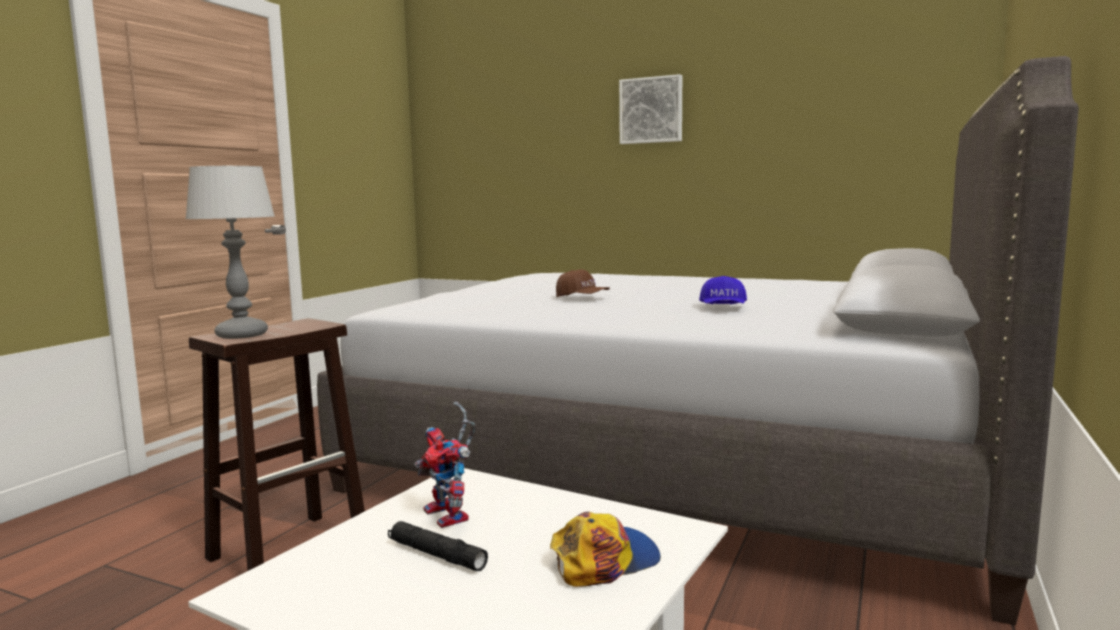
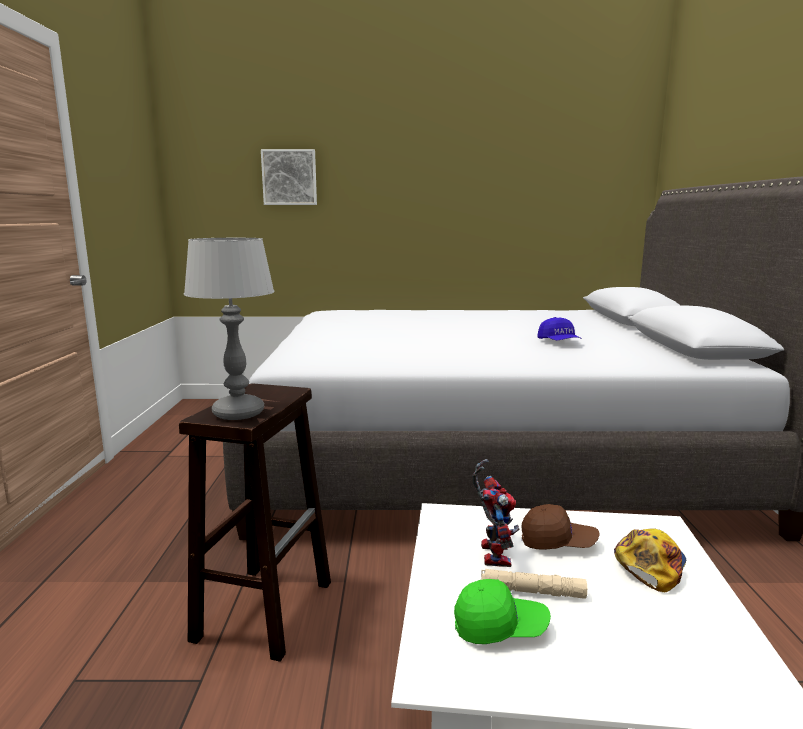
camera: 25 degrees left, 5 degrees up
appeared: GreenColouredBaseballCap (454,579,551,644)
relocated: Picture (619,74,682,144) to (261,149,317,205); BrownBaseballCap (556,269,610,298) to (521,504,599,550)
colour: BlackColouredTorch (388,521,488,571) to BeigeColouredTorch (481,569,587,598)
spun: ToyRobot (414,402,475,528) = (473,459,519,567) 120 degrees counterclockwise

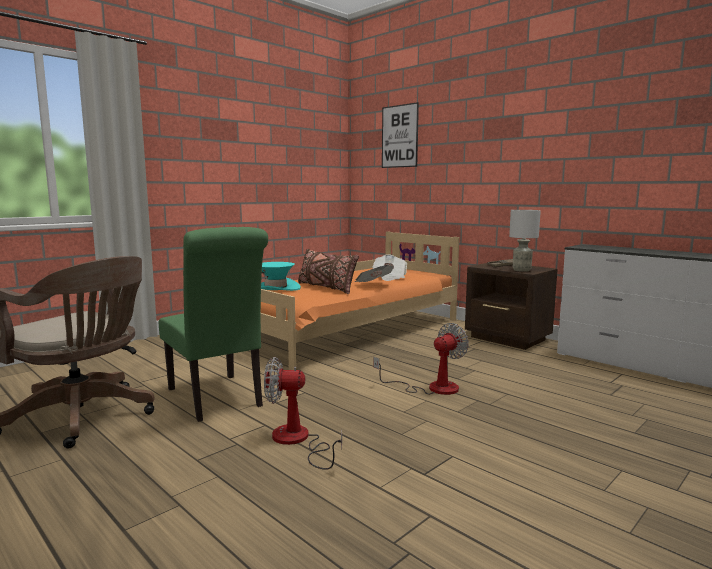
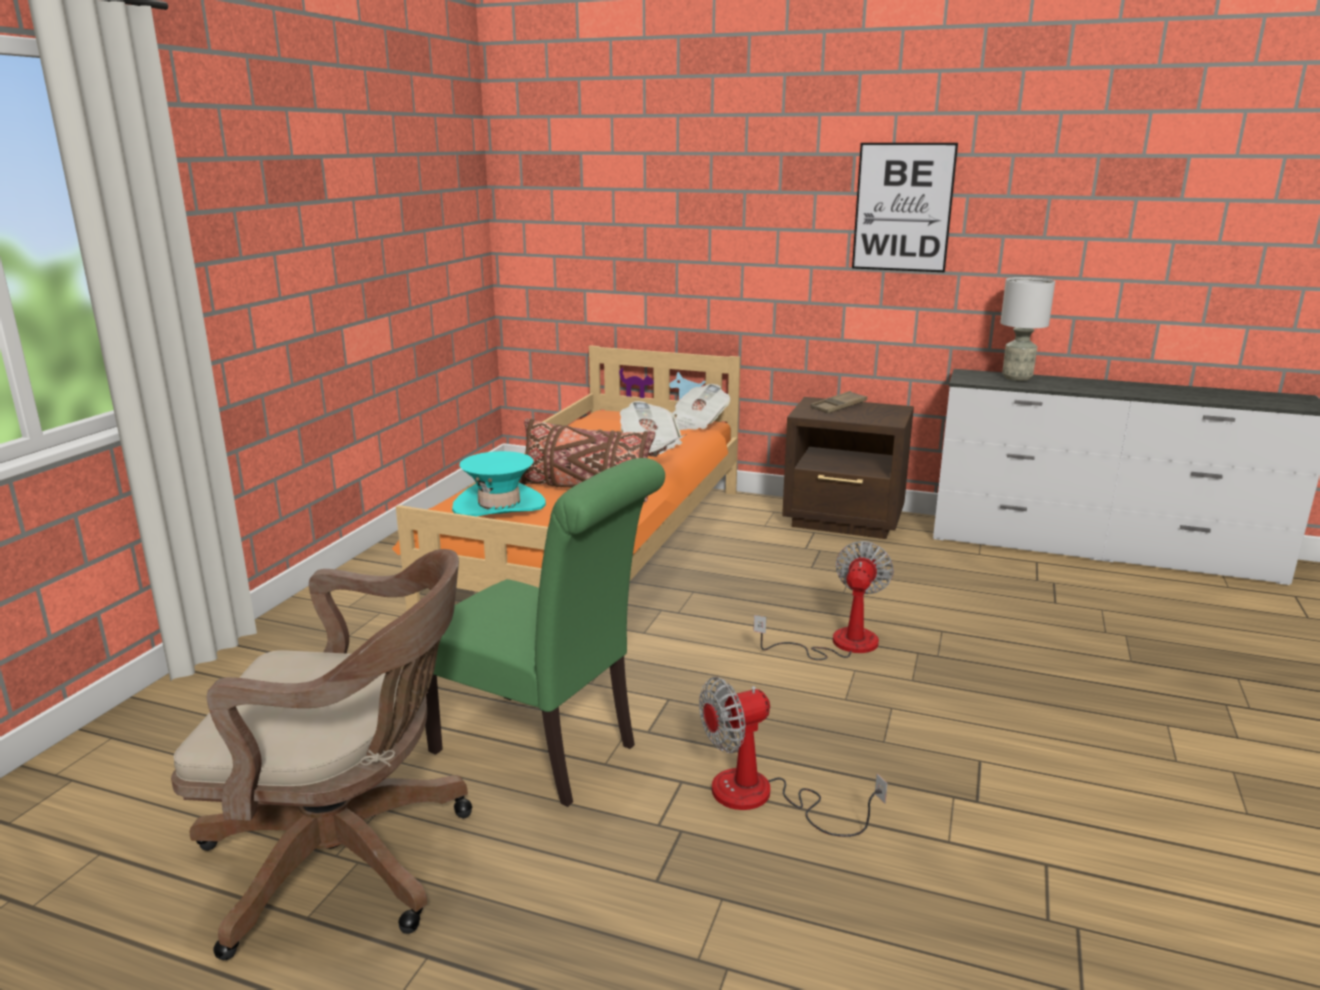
camera: 25 degrees left, 10 degrees up
appeared: Newspaper (673,384,730,430)
relocated: Picture (382,102,419,168) to (852,143,958,272); GrayLampForATable (509,210,541,272) to (1000,277,1055,381)

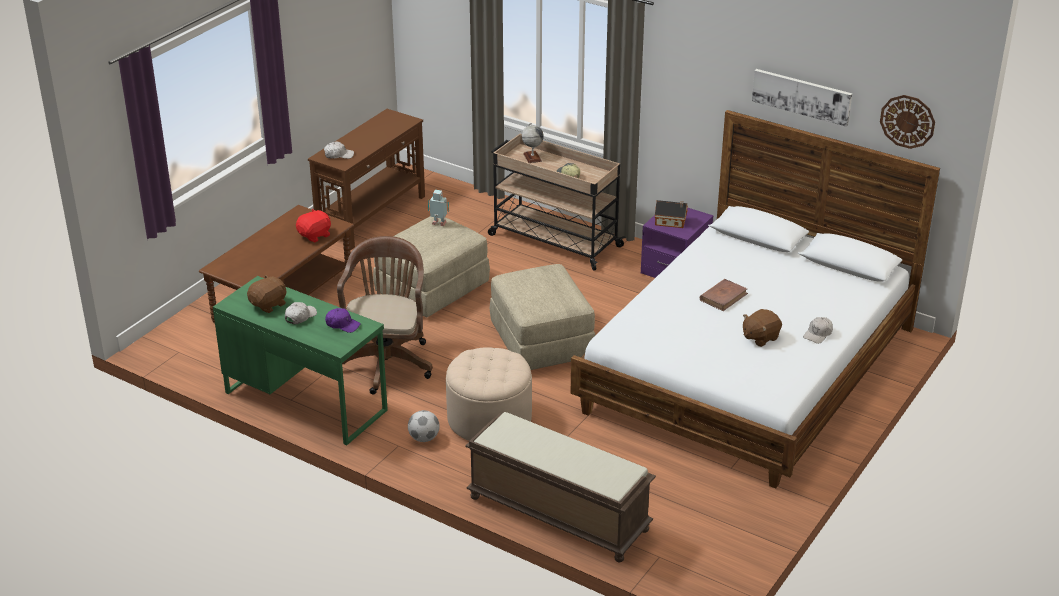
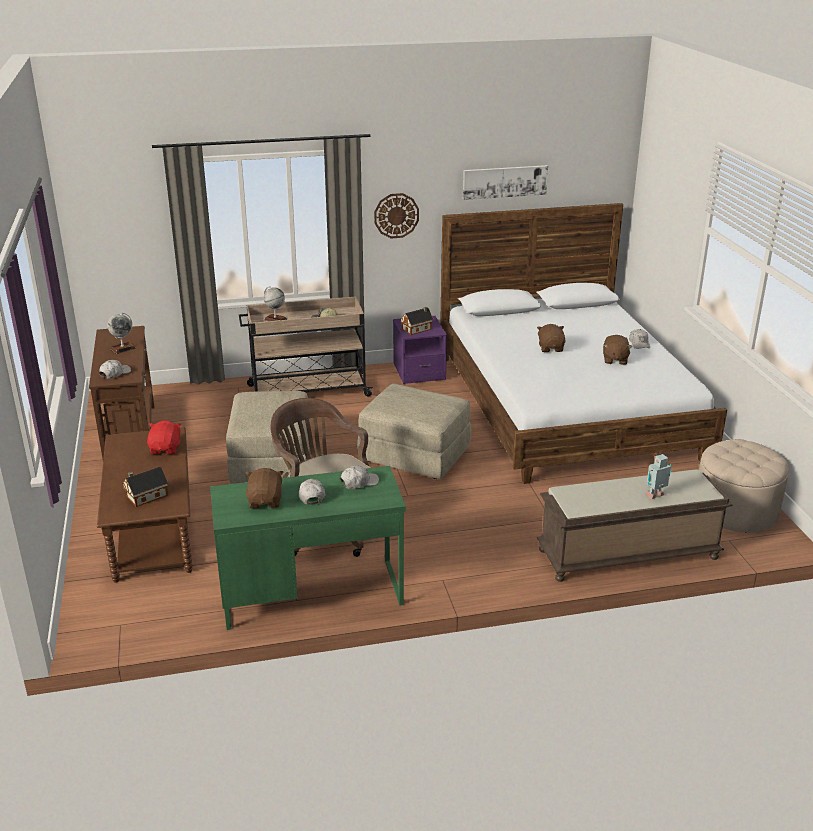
camera: 45 degrees left, 5 degrees down
missing: BallForFootball (408,410,440,442)
appeared: DeskGlobe (107,313,136,354); ToyHouse (122,466,168,507)
relocated: ClockOnTheWall (880,95,935,149) to (374,193,419,239); ToyRobot (428,190,449,226) to (646,454,671,499); BeigeColouredPouffe (446,347,532,441) to (699,439,789,533)
exchanged: BrownBook (700,279,748,311) to BrownSoftToy (537,324,566,352)
colour: PurplishBaseballCap (325,308,361,333) to WhiteBaseballCap (340,465,379,489)

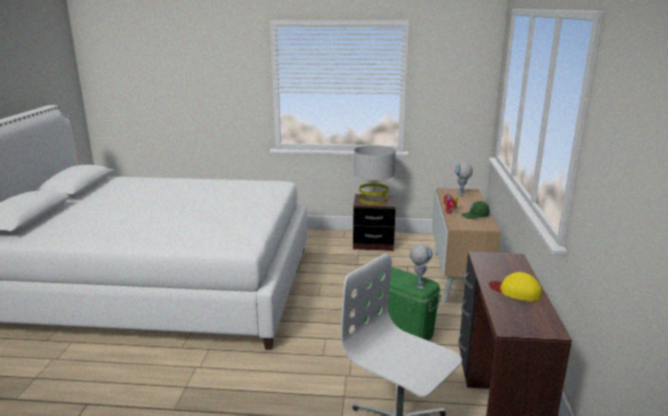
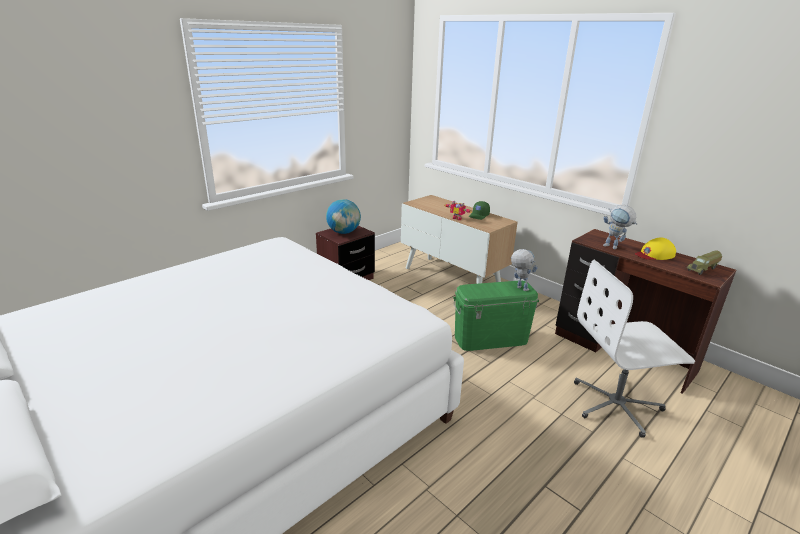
camera: 50 degrees left, 5 degrees up
appeared: ToyLorry (687,251,722,275)
relocated: ToyRobot (455,163,473,196) to (603,205,638,249)
exchanged: GrayLampForATable (354,145,396,205) to DeskGlobe (326,199,361,234)

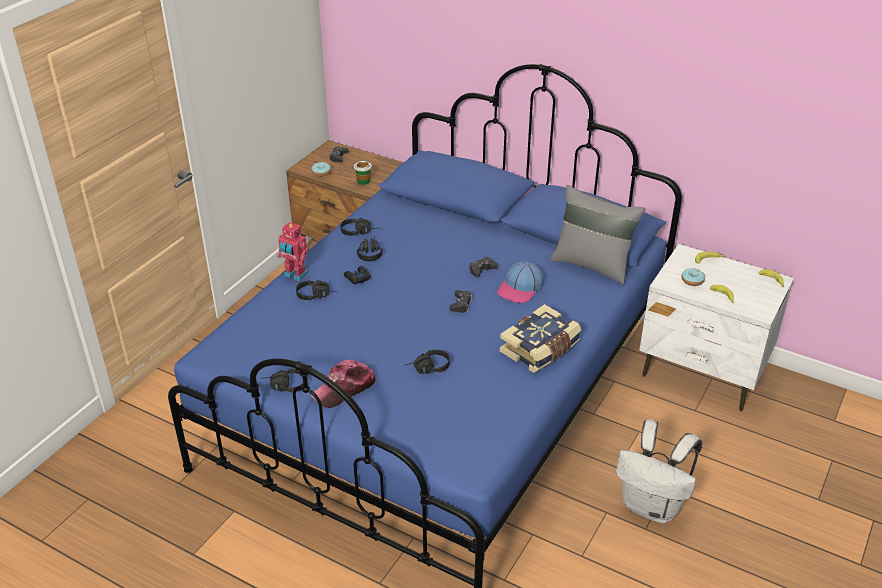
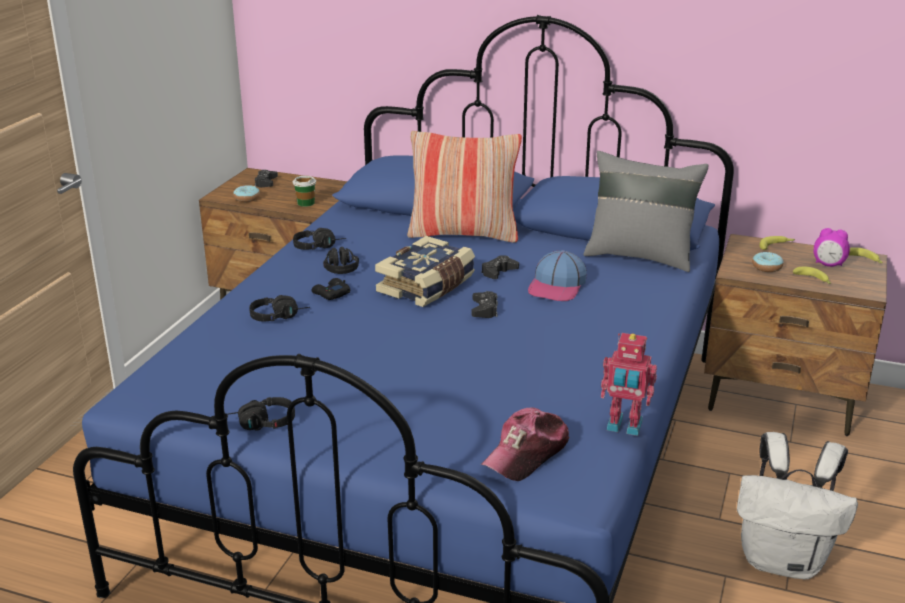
camera: 10 degrees left, 10 degrees down
missing: BlackColouredHeadset (404,350,450,374)
appeared: Cushion (407,131,522,243); AlarmClock (814,228,850,267)
relocated: Book (500,304,581,373) to (375,236,475,307); BaseballCap (310,360,376,408) to (481,408,569,481); ToyRobot (277,222,309,281) to (601,333,657,436)
colour: WhiteNightstand (639,244,794,411) to BrownNightstand (704,234,887,436)

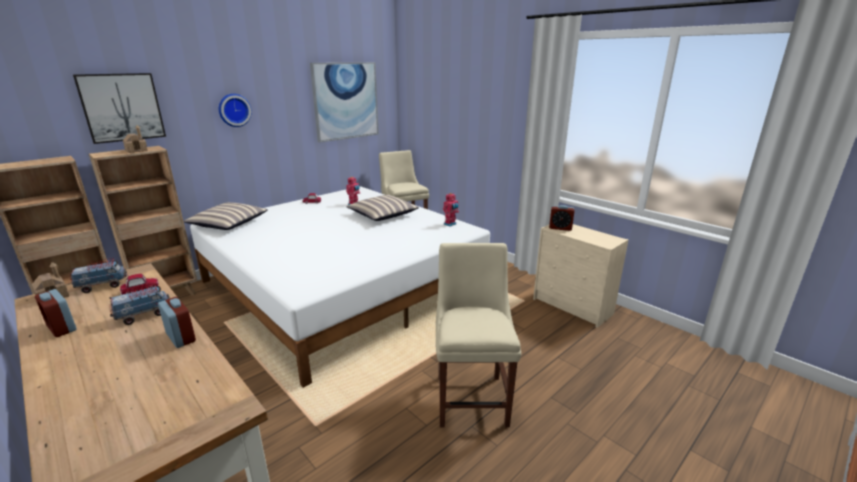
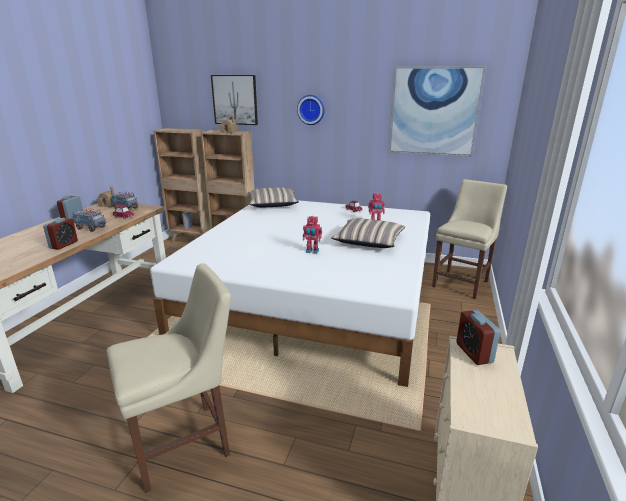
camera: 60 degrees right, 0 degrees up
relocated: ToyRobot (443,193,459,226) to (303,216,322,254)

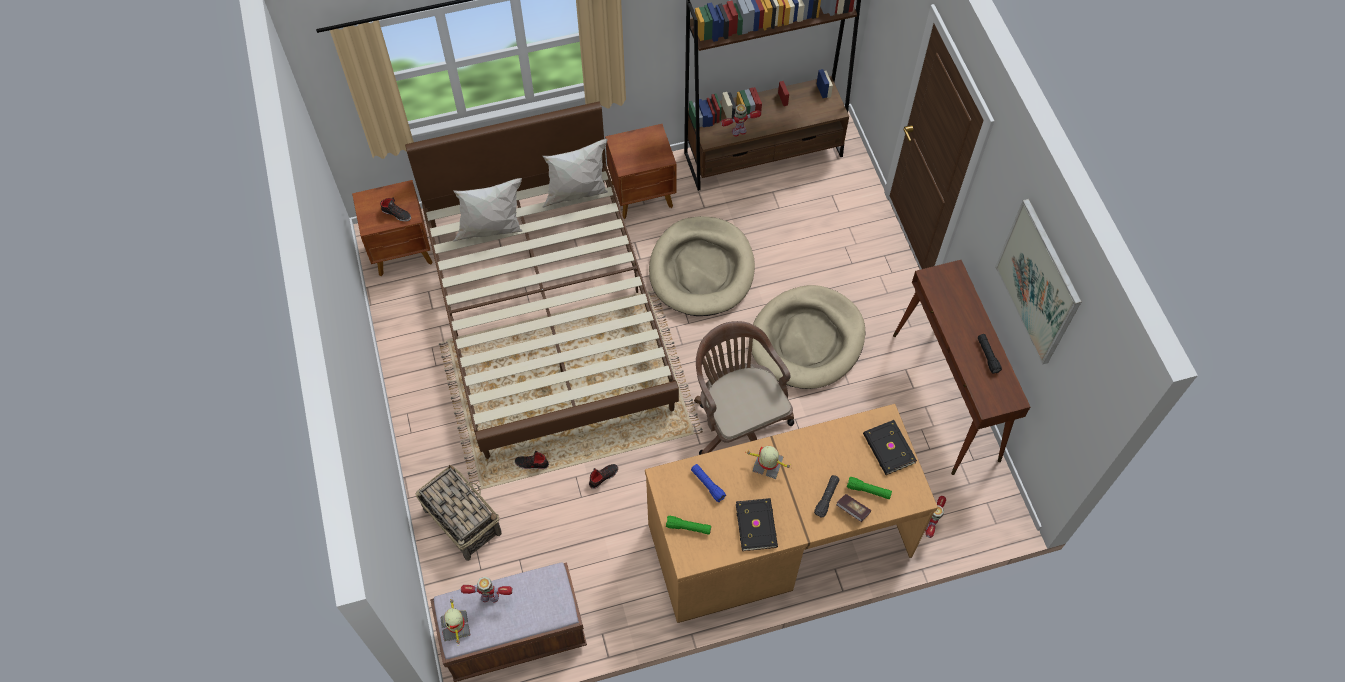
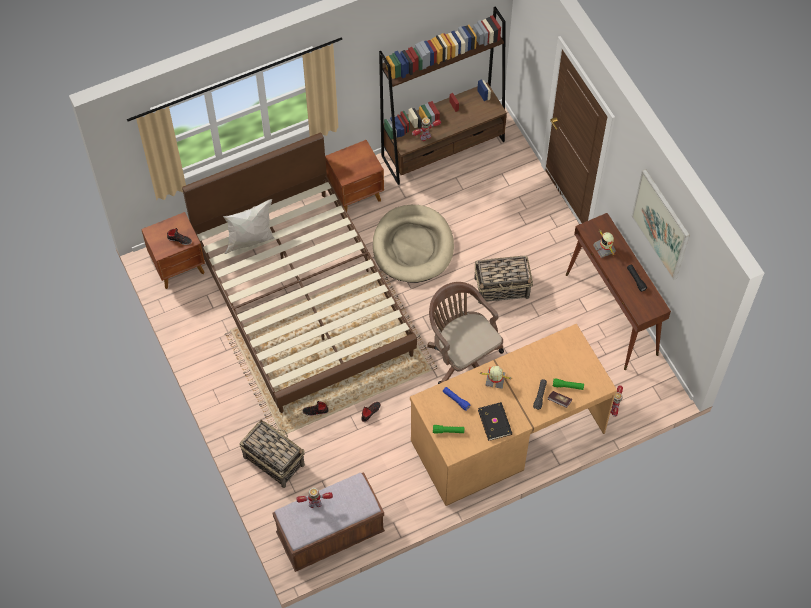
camera: 10 degrees left, 0 degrees up
missing: WhiteCushion (543,139,608,208); BlackColouredBook (863,420,917,475)
relocated: ToyRobot (440,597,470,646) to (593,230,616,258)
exchanged: BeigeColouredPetBed (752,285,866,389) to HouseholdBasket (474,256,533,304)

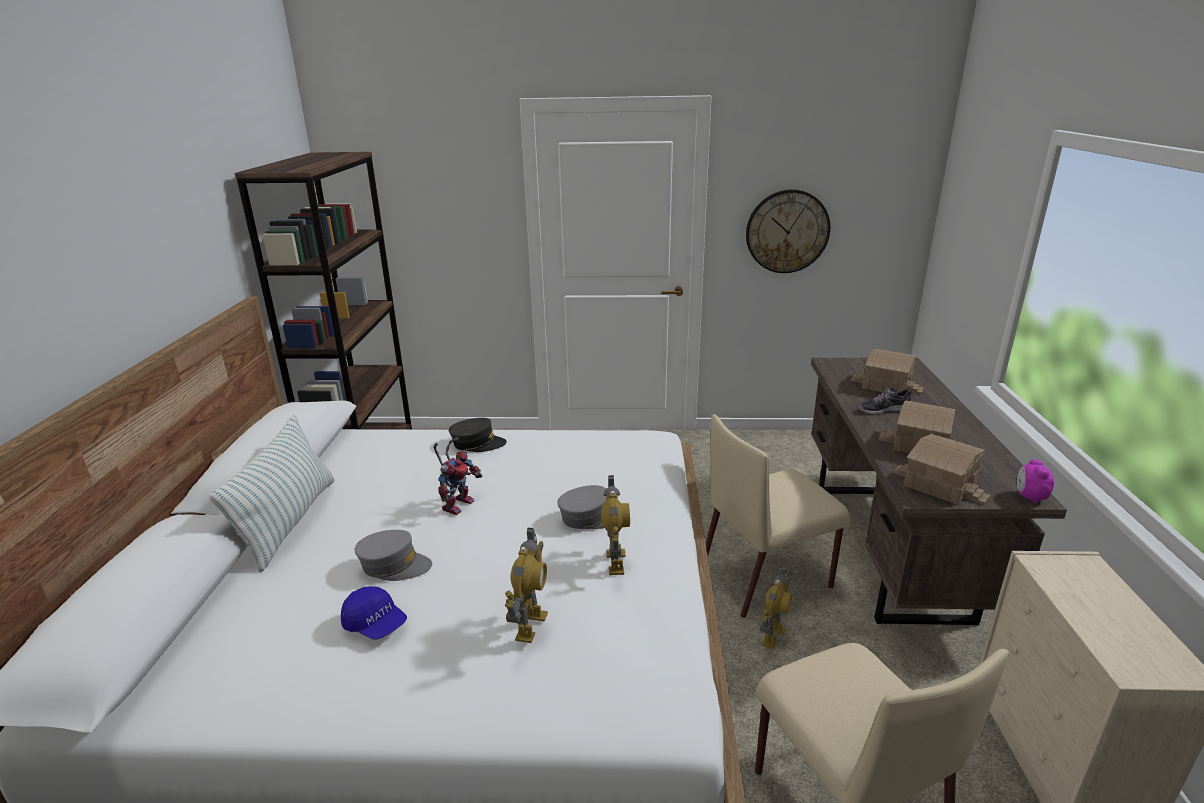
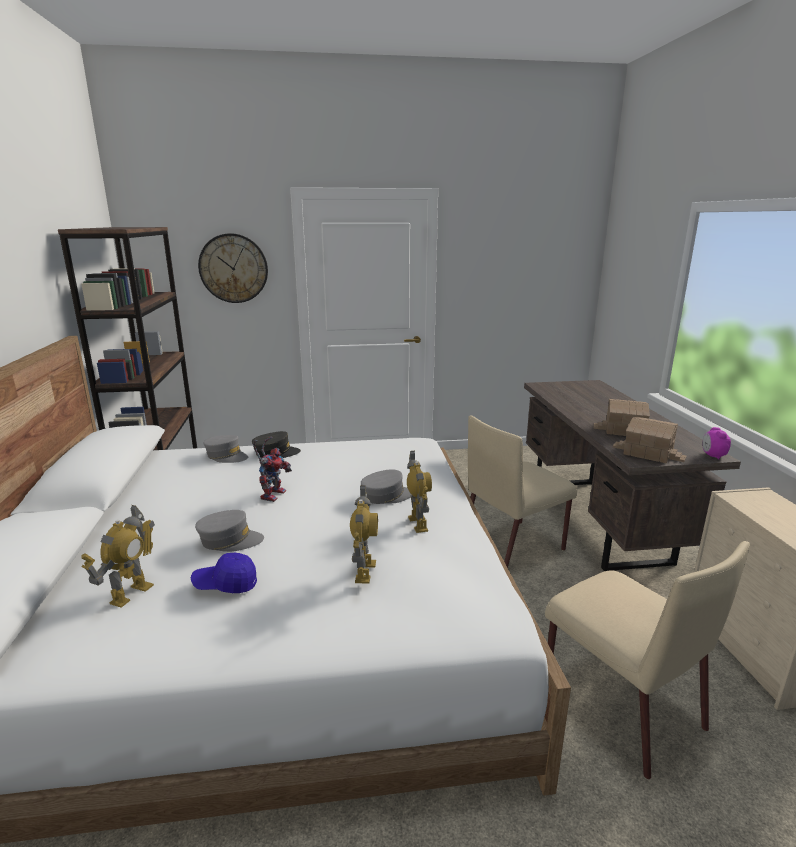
camera: 10 degrees left, 5 degrees down
missing: Cushion (209,415,335,572); ToyHouse (851,349,924,394); ItemOfFootwear (859,387,911,415)
appeared: GrayBaseballCap (203,435,248,463)
relocated: ToyRobot (760,566,792,649) to (81,505,155,608); ClockOnTheWall (746,189,830,273) to (198,233,268,303)
spun: BlueBaseballCap (341,586,407,640) = (191,553,257,593) 150 degrees clockwise

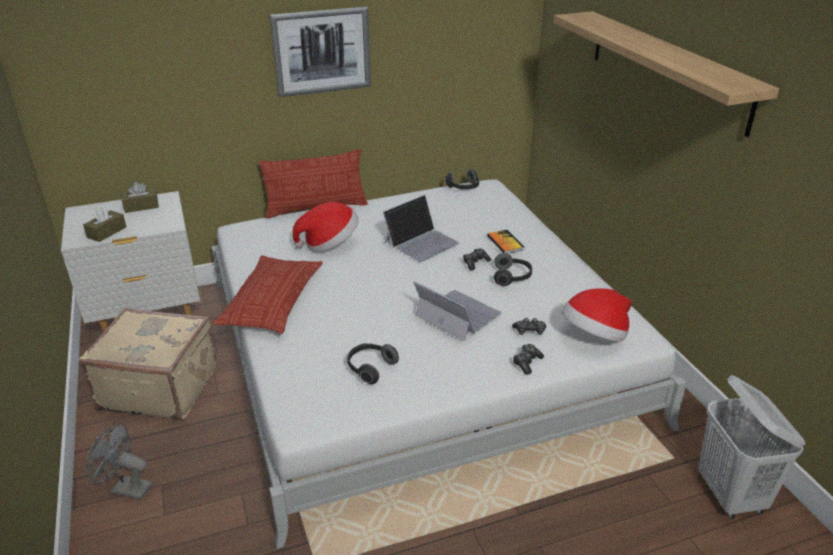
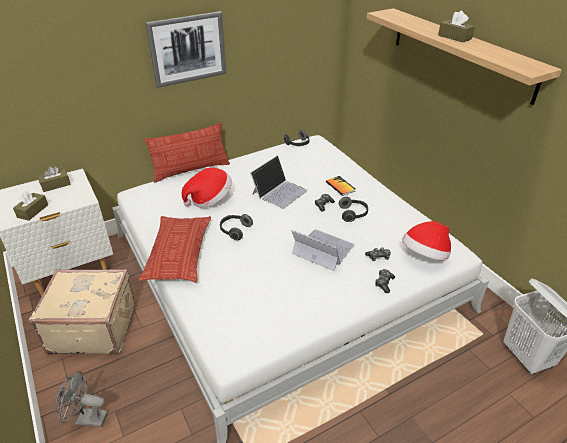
camera: 10 degrees left, 5 degrees up
appeared: BrownTissueBox (438,11,475,43)
relocated: Headset (347,343,399,384) to (220,214,253,240)

